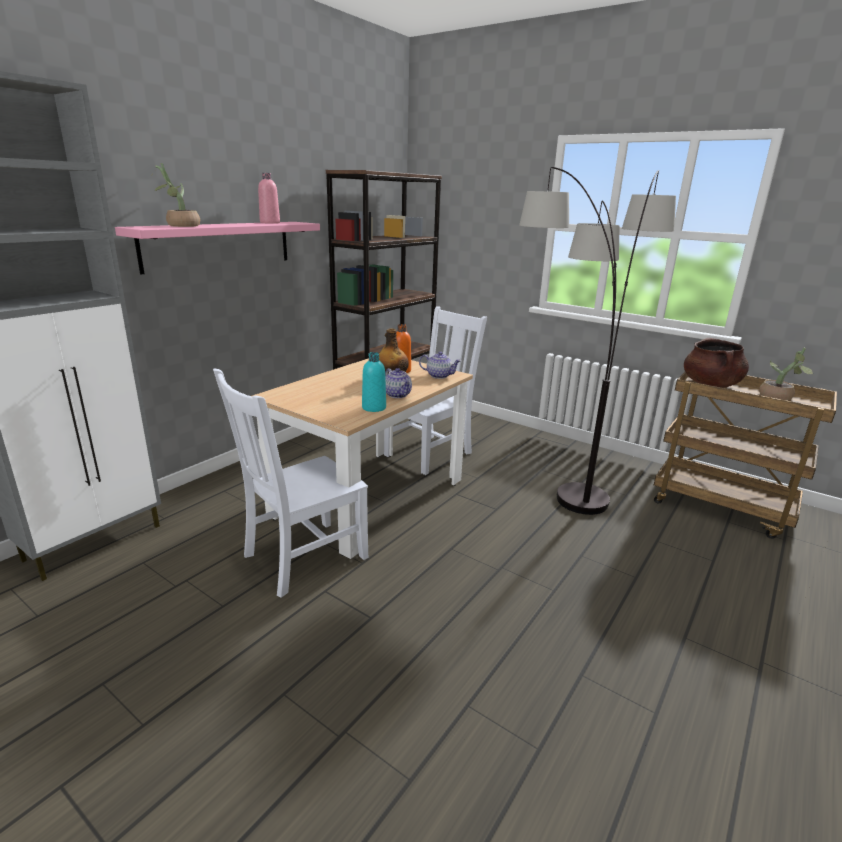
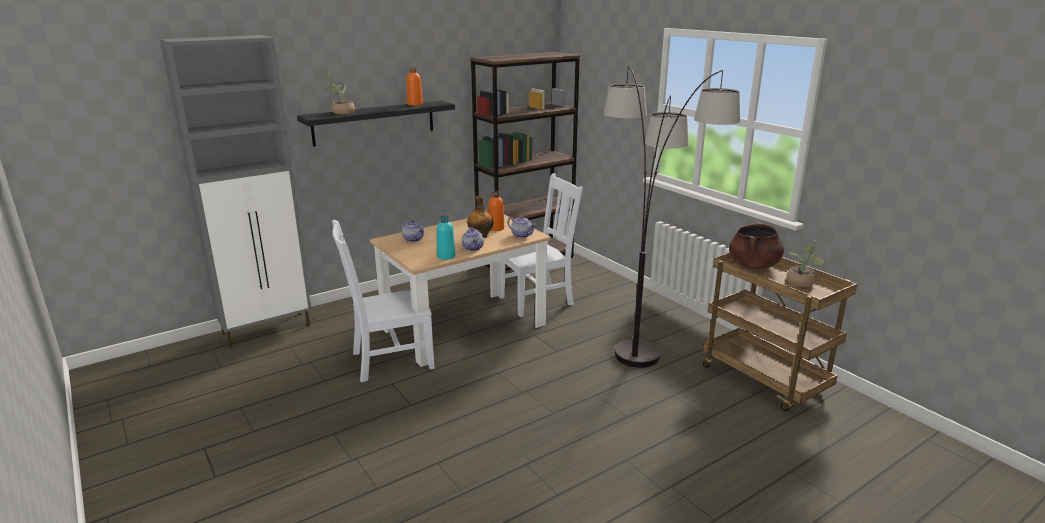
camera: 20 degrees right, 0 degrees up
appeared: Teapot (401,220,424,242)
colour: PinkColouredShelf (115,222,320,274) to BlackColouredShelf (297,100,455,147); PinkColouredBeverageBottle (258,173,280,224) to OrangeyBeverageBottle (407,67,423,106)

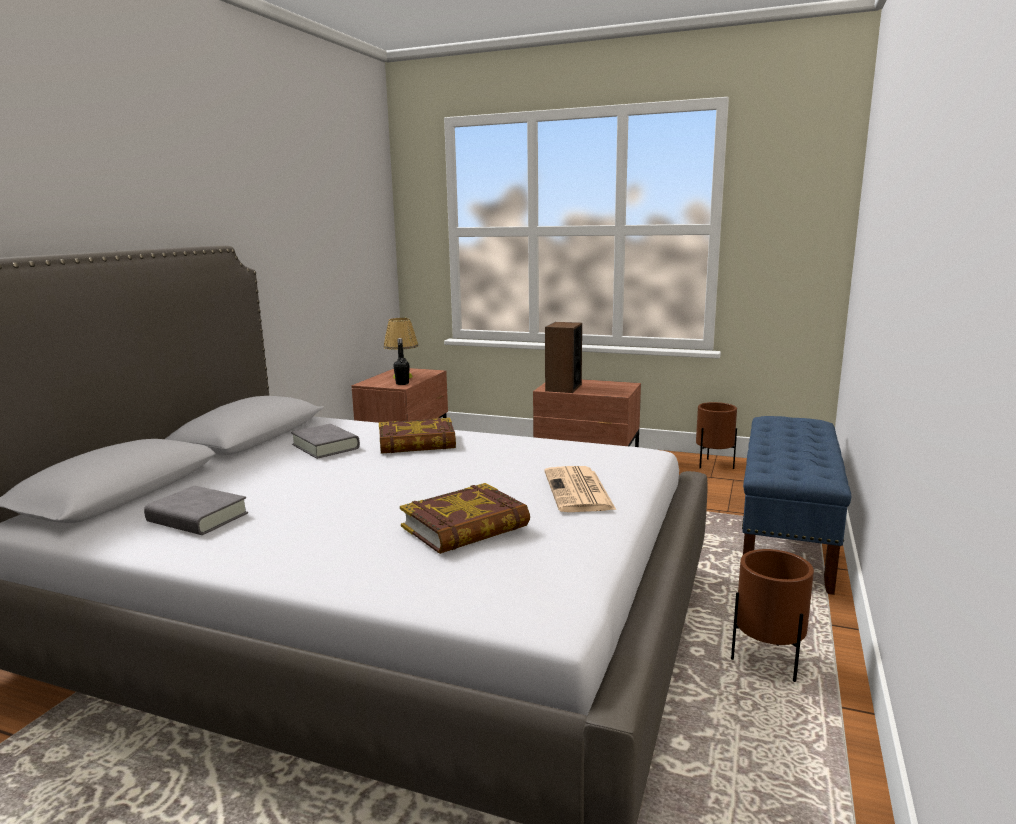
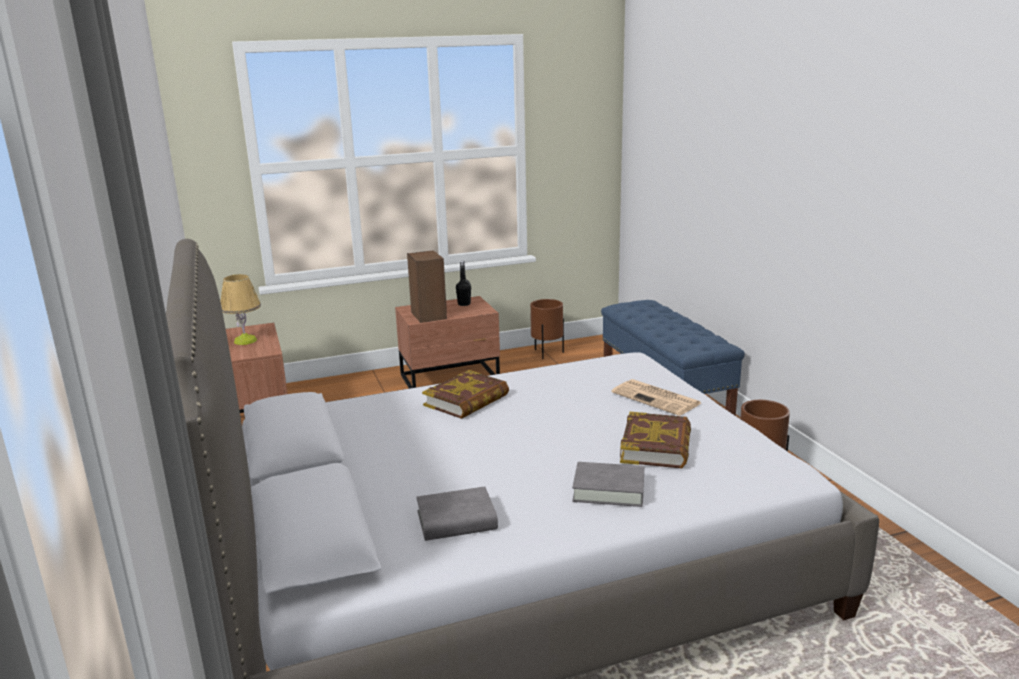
camera: 40 degrees left, 5 degrees up
relocated: BlackColouredBeverageBottle (393,338,410,385) to (456,261,471,306); GrayBook (291,424,360,459) to (572,462,644,507)

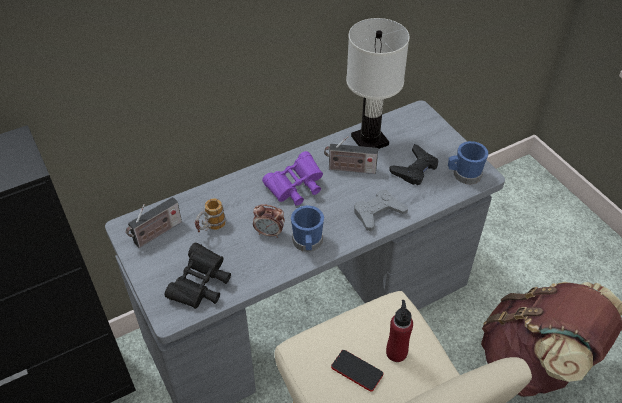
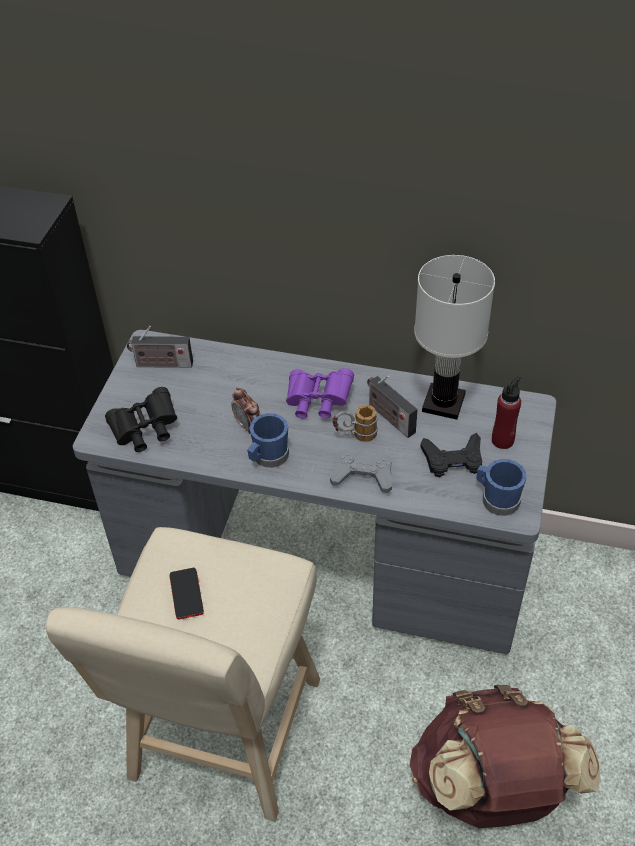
camera: 45 degrees right, 0 degrees up
relocated: CoffeeMug (195,199,226,232) to (332,405,378,442); ReddishBeverageBottle (386,300,413,362) to (492,376,521,449)

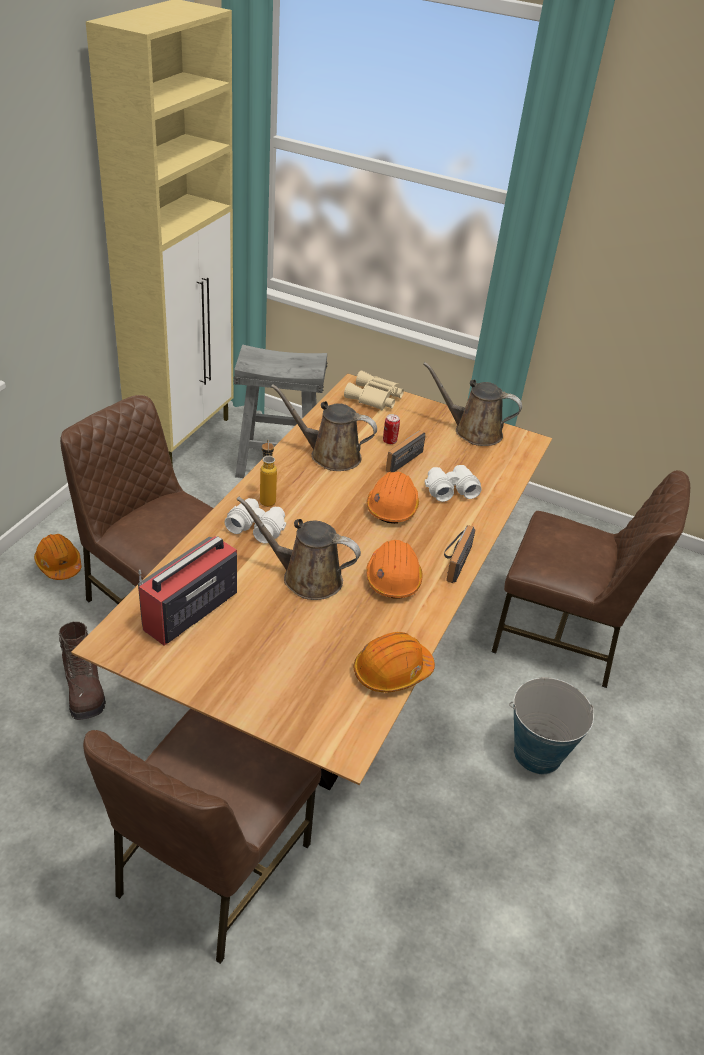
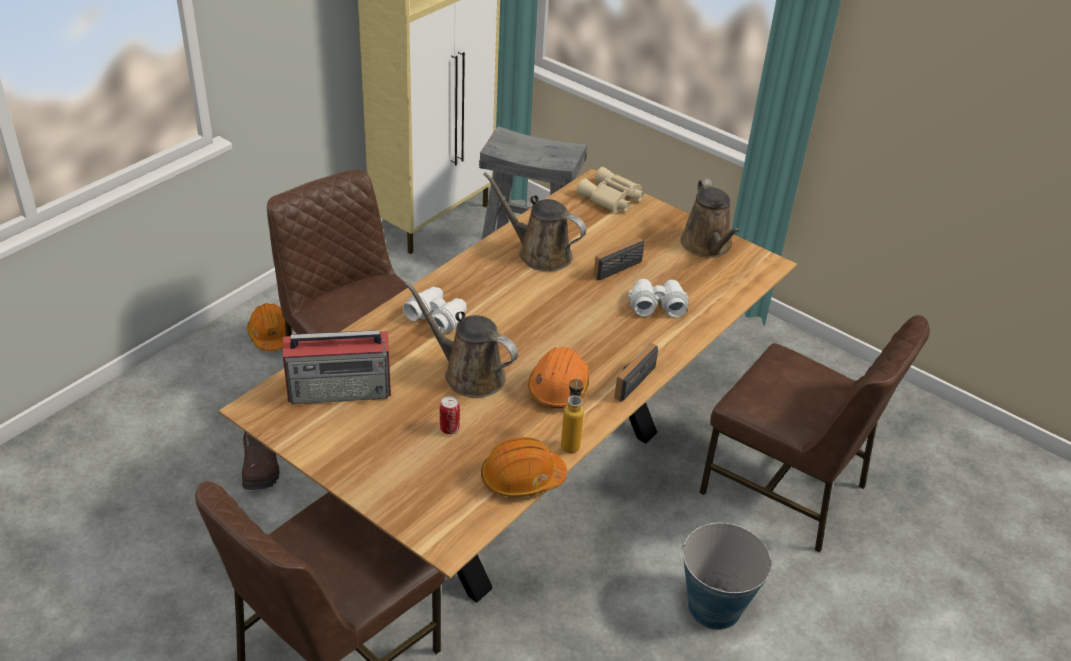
camera: 15 degrees right, 0 degrees up
missing: OrangeyHardHat (367,471,419,524)
relocated: MetalCan (383,414,400,444) to (440,396,460,434); BeverageBottle (260,439,277,507) to (561,375,584,453)
spun: RadioSet (138,536,237,646) = (283,330,391,404) 150 degrees counterclockwise; BrownSprinklingCan (423,362,522,446) = (680,179,740,258) 135 degrees counterclockwise

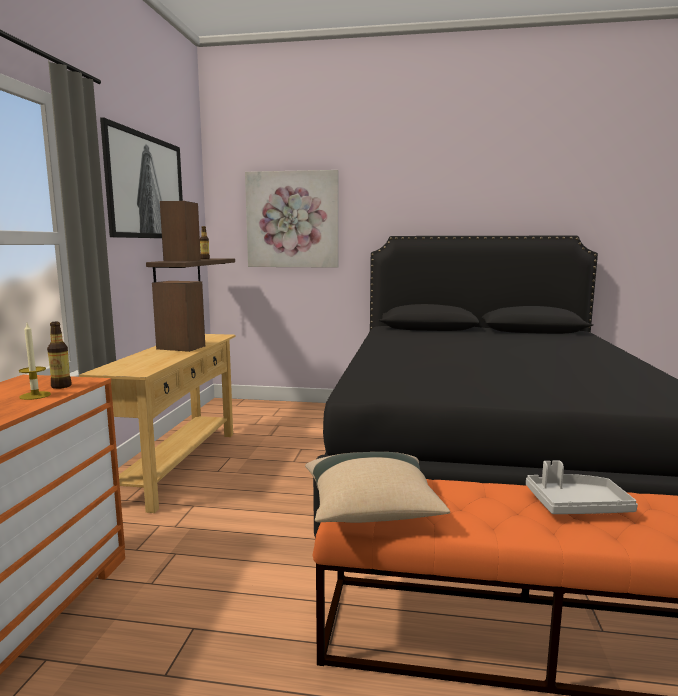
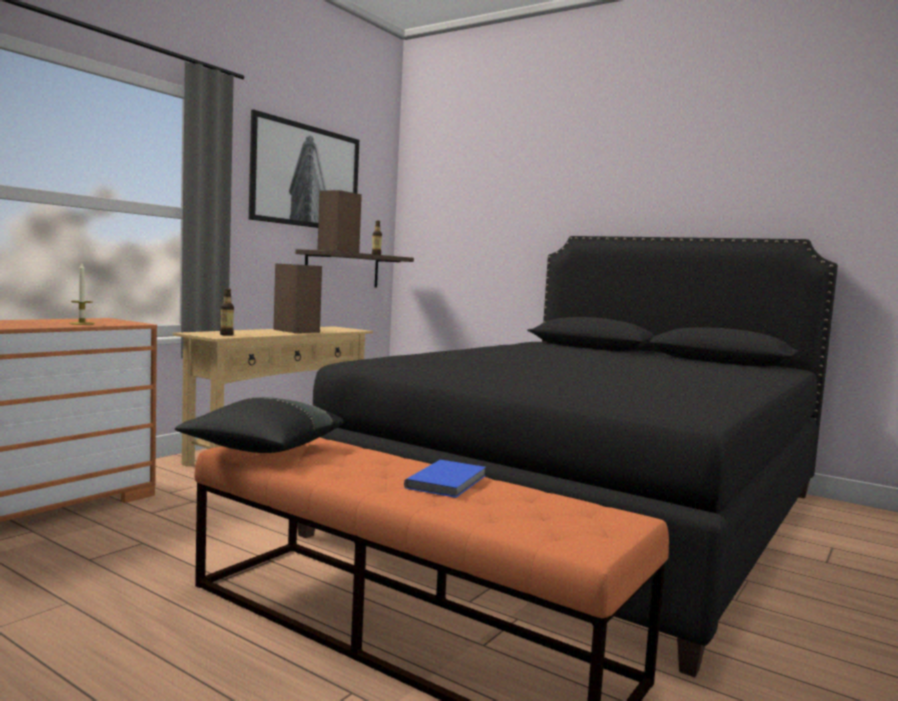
camera: 25 degrees right, 5 degrees down
missing: Picture (245,170,339,268)
relocated: BeverageBottle (47,322,72,389) to (220,288,234,336)
exchanged: GrayTray (526,460,638,514) to BlueBook (404,460,486,498)
colour: BeigeColouredCushion (305,452,450,523) to BlackColouredCushion (175,397,344,453)

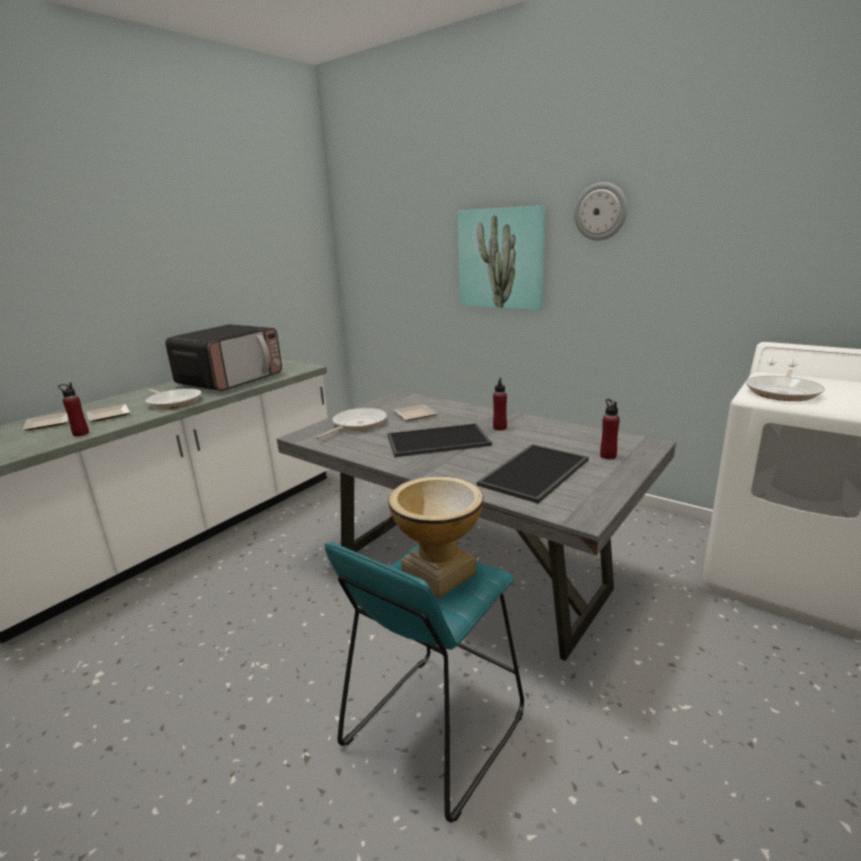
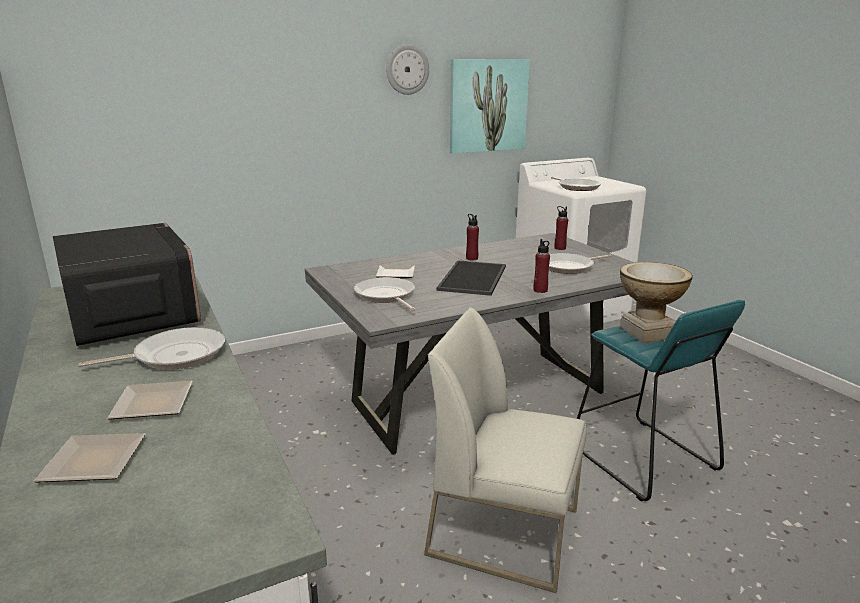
camera: 65 degrees left, 0 degrees up
appeared: WhiteChair (424,307,587,593)
relocated: Picture (457,205,545,310) to (450,59,530,154); ReddishBeverageBottle (58,382,89,437) to (533,239,550,293)
exchanged: Tray (477,444,589,503) to FryingPan (549,253,611,274)

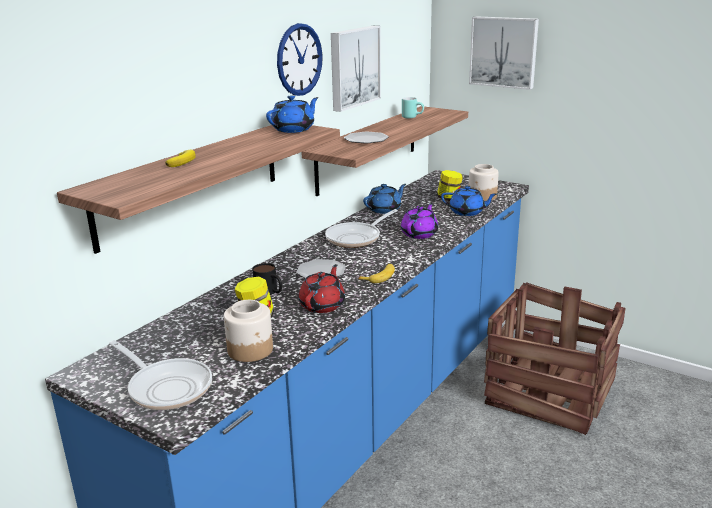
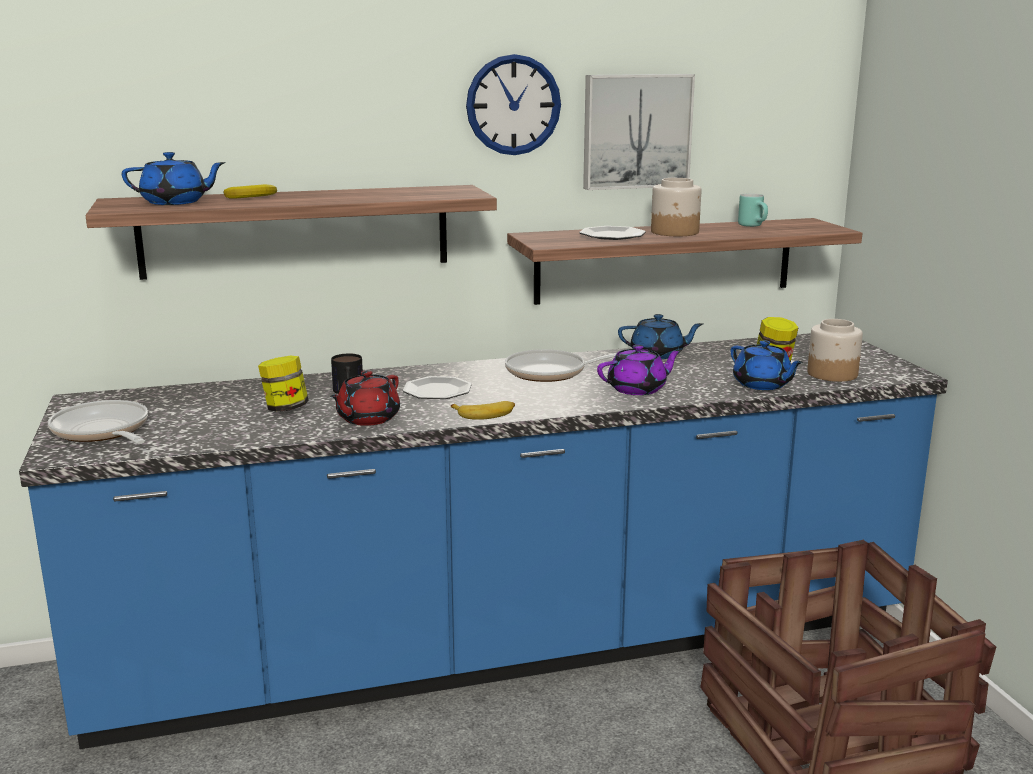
camera: 40 degrees right, 5 degrees down
missing: Picture (469,16,539,90)
relocated: BlueTeapot (266,95,319,133) to (122,152,226,205); Jar (224,300,273,362) to (651,178,701,236)
spun: FryingPan (109,340,212,410) = (48,400,148,444) 150 degrees clockwise; ReddishTeapot (299,264,345,313) = (330,370,400,426) 150 degrees clockwise

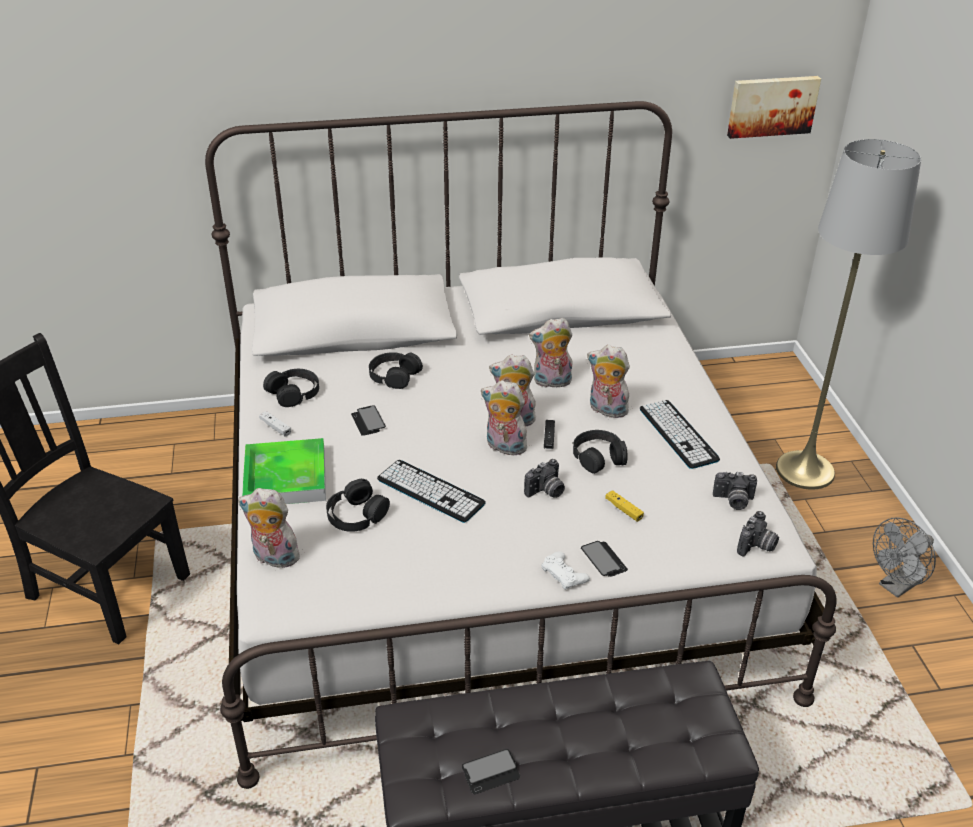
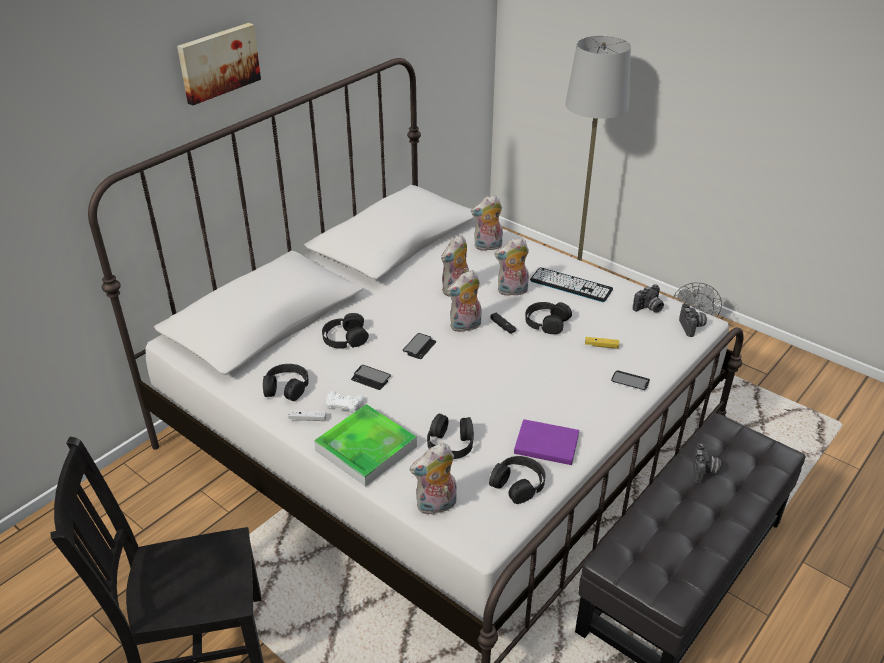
camera: 40 degrees left, 0 degrees up
missing: ComputerKeyboard (377,460,486,523)
appeared: BlackColouredHeadset (489,456,546,504); PurplishBook (514,419,579,465)
relocated: Picture (727,76,821,139) to (177,23,261,106); WhiteJoypad (541,551,590,590) to (326,391,364,413); Telephone (462,749,520,794) to (402,333,436,359); SoftToy (481,380,527,456) to (471,195,503,251); StillCamera (524,459,565,498) to (693,443,721,484)

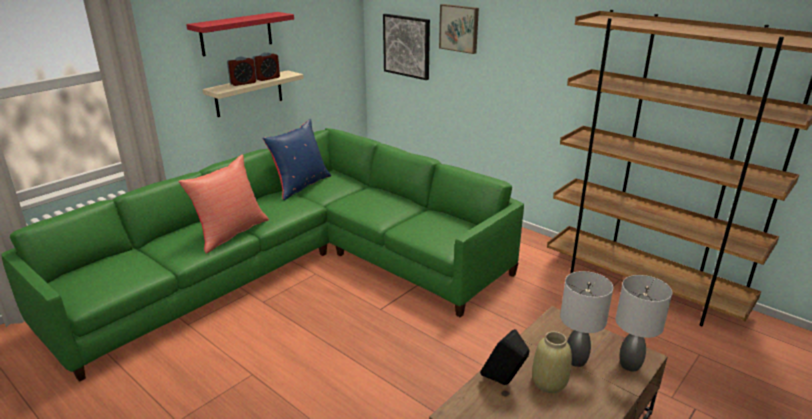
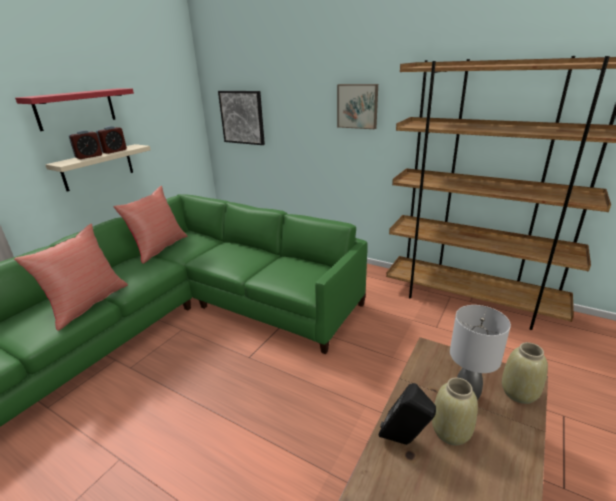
camera: 10 degrees left, 0 degrees up
relocated: Picture (439,4,479,54) to (337,84,378,129)
exchanged: GrayLampForATable (616,275,672,371) to BeigeColouredVase (502,342,548,404)
colour: BlueCushion (263,119,331,200) to ReddishCushion (114,186,187,264)

